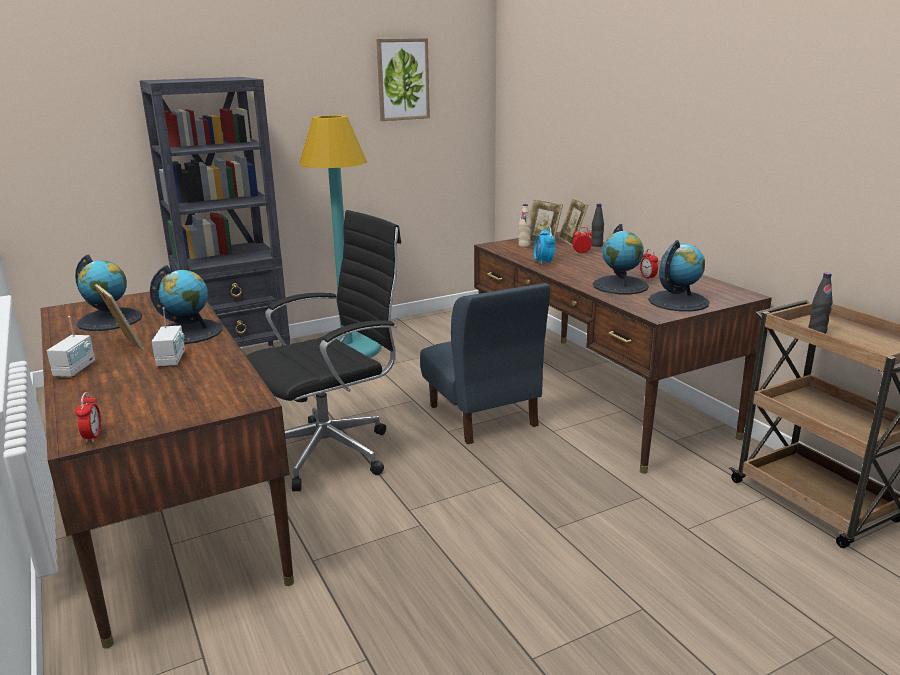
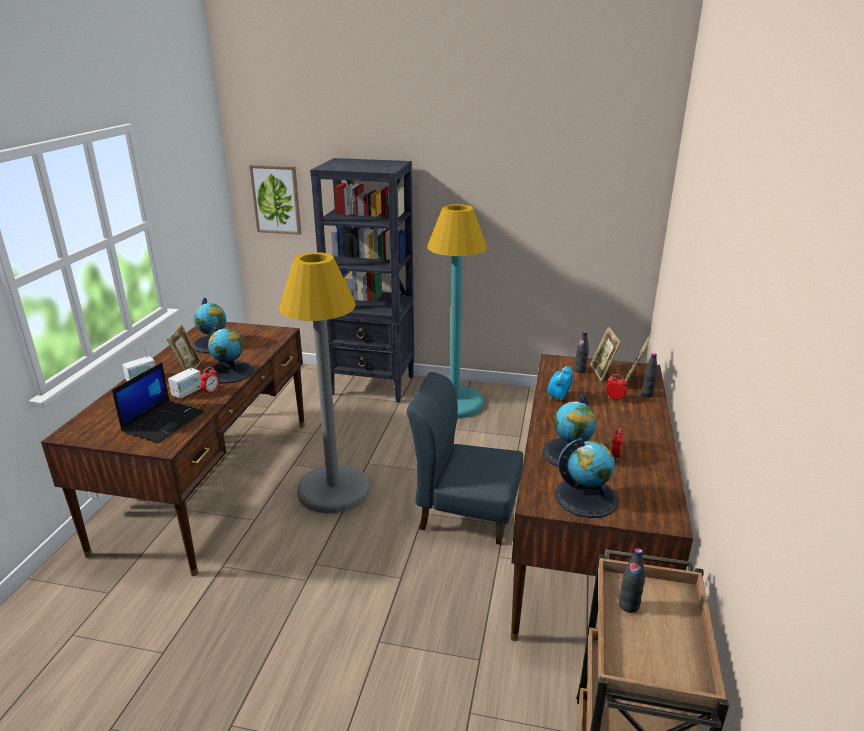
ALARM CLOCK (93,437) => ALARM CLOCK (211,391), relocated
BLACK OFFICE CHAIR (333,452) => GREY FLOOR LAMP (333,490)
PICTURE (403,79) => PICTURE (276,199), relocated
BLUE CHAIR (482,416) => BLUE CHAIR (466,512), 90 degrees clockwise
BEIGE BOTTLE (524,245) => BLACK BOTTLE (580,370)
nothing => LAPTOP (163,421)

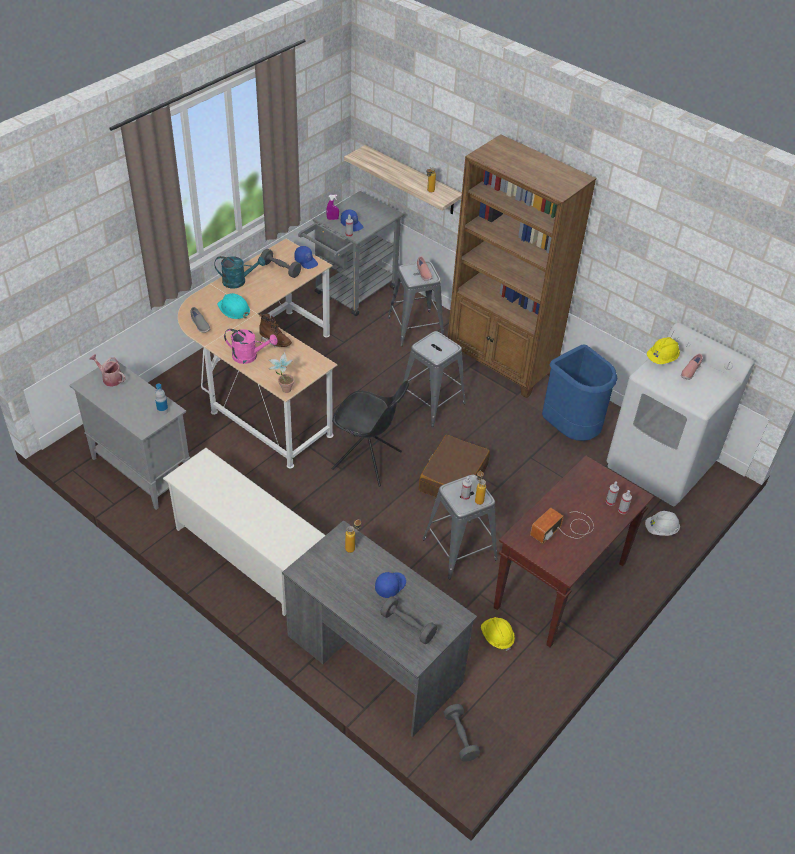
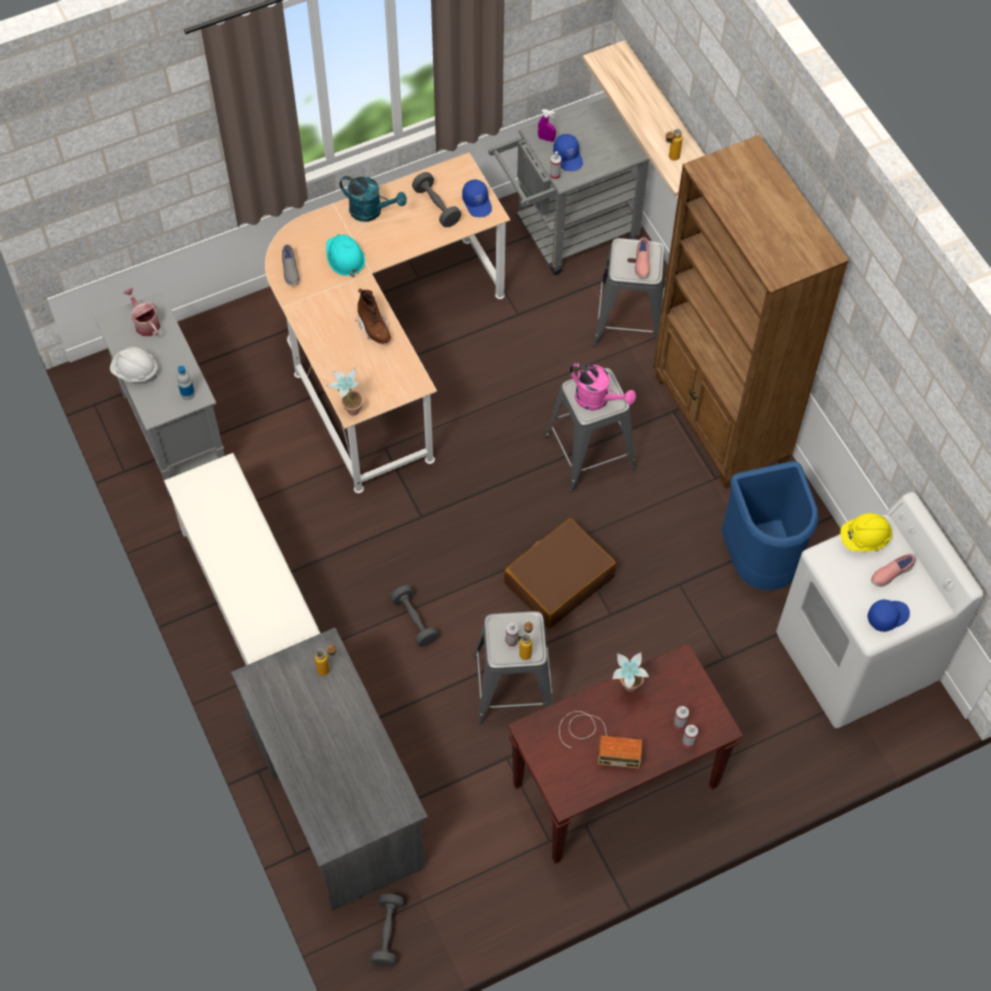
PINK WATERING CAN (249,356) => PINK WATERING CAN (597,400), relocated
BLACK CHAIR (368,461) => nothing
BLUE CAP (390,585) => BLUE CAP (887,616), relocated
GREY DUMBBELL (408,626) => GREY DUMBBELL (414,620), relocated
YELLOW HARD HAT (497,637) => nothing
RADIO (564,528) => RADIO (598,740), 150 degrees counterclockwise
WHITE HARD HAT (661,530) => WHITE HARD HAT (135,371), relocated
nothing => POTTED PLANT (626,689)

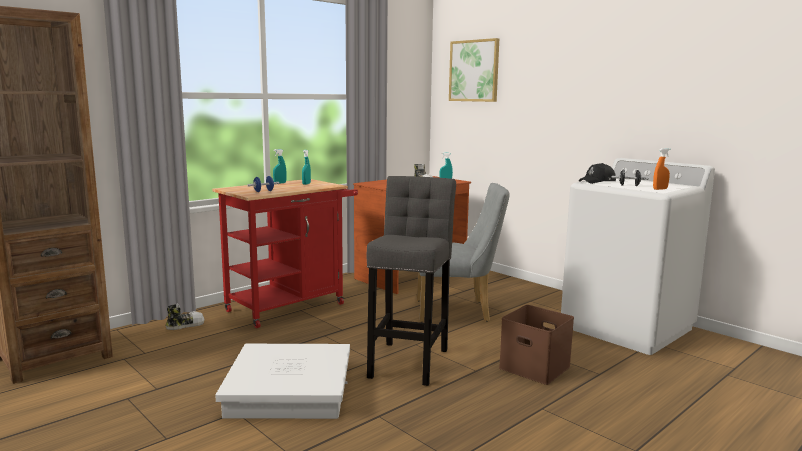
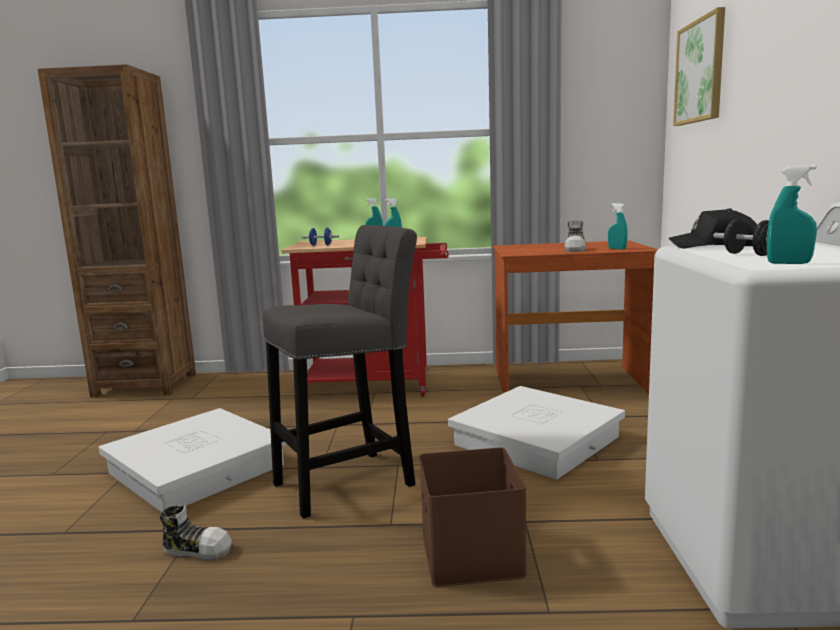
SHOE (185,325) => SHOE (197,549), relocated
GREY CHAIR (458,311) => WHITE STORAGE BOX (536,441)
ORANGE SPRAY BOTTLE (660,189) => TURQUOISE SPRAY BOTTLE (788,263)

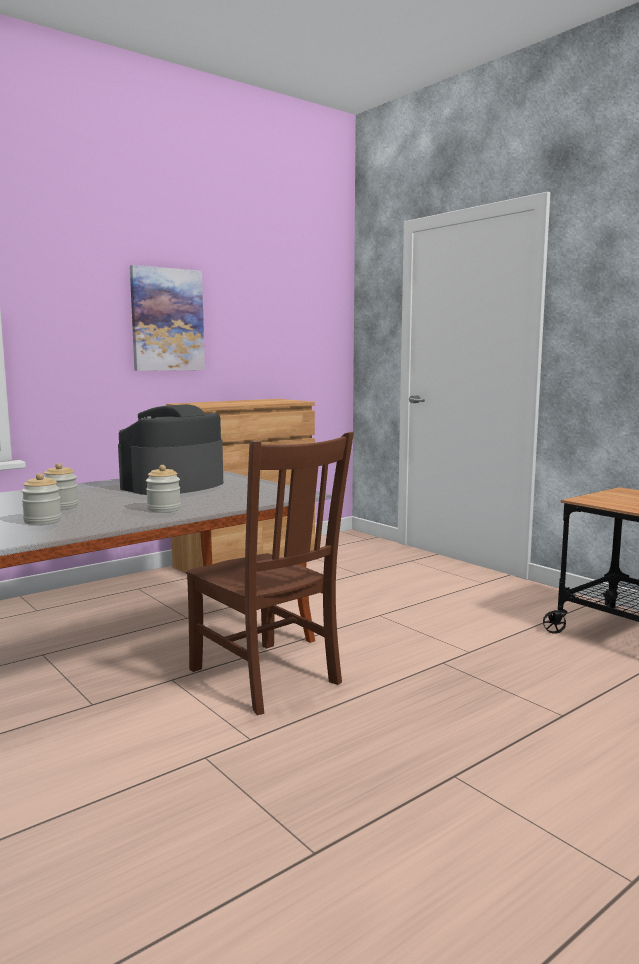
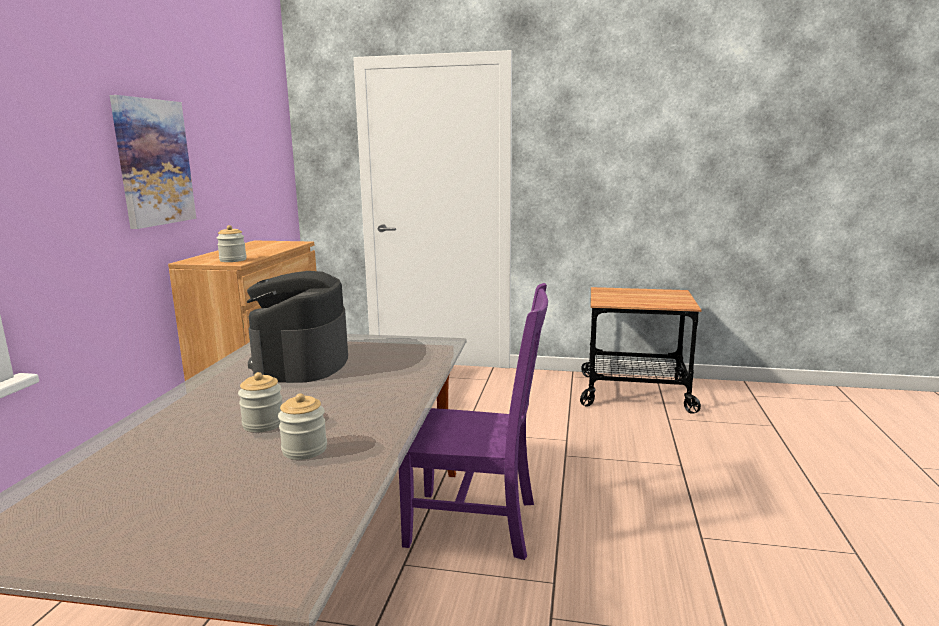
JAR (164,509) => JAR (233,260), relocated
BROWN CHAIR (267,678) => PURPLE CHAIR (476,524)

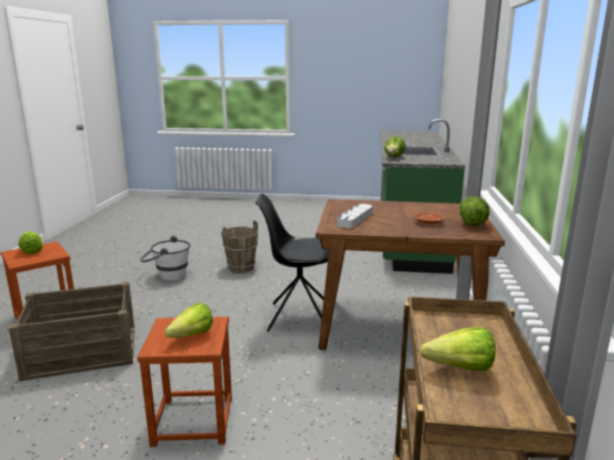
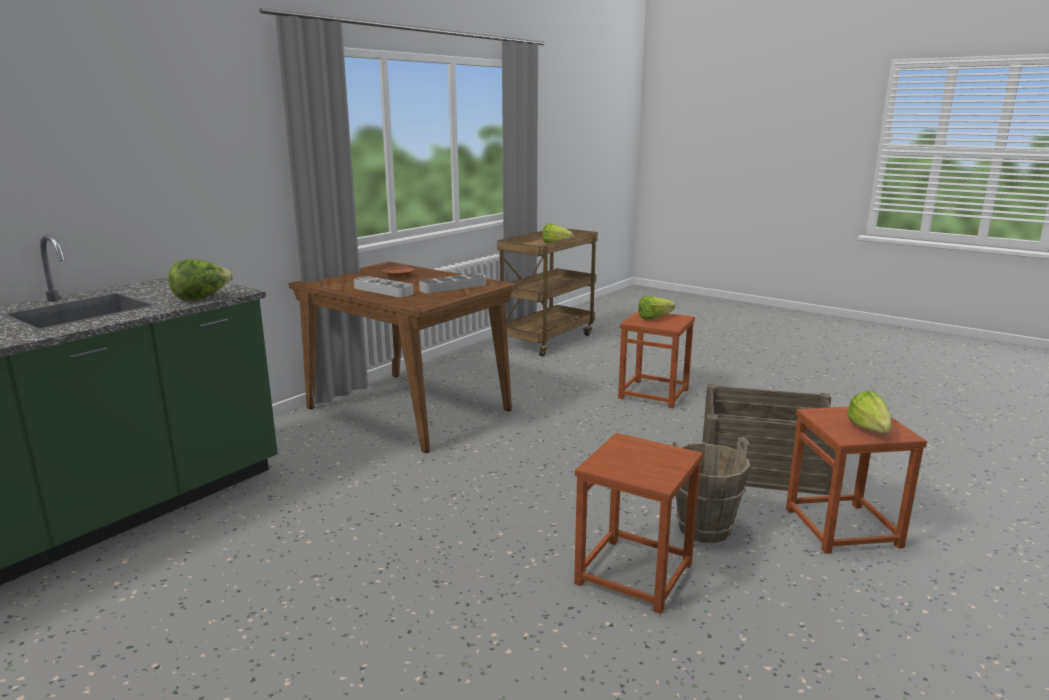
WHITE BUCKET (167,275) => BROWN STOOL (635,574)
BROWN BUCKET (241,268) => BROWN BUCKET (705,529), relocated
BLACK CHAIR (298,317) => nothing
LETTUCE (472,223) => nothing
nothing => GREY TRAY (383,291)

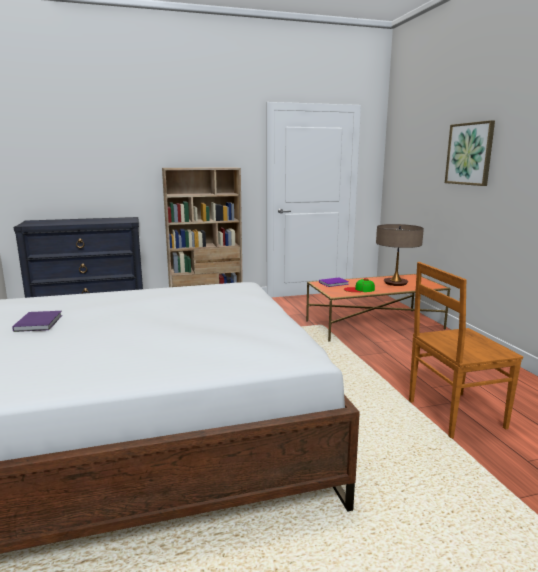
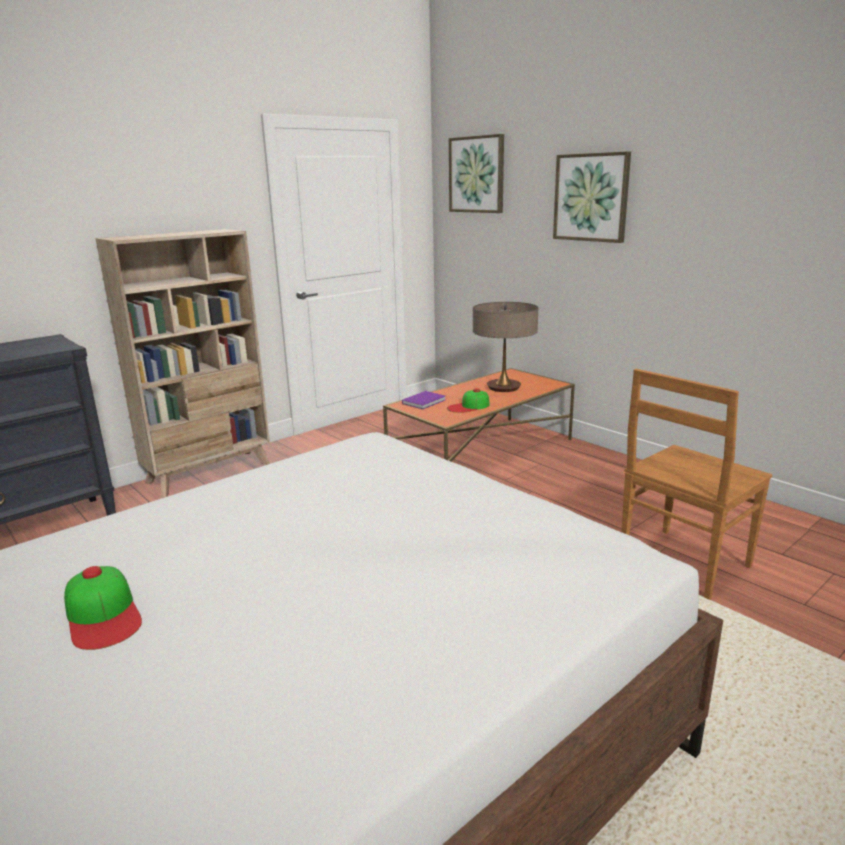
PURPLE BOOK (40,322) => CAP (103,615)
nothing => PICTURE (477,174)

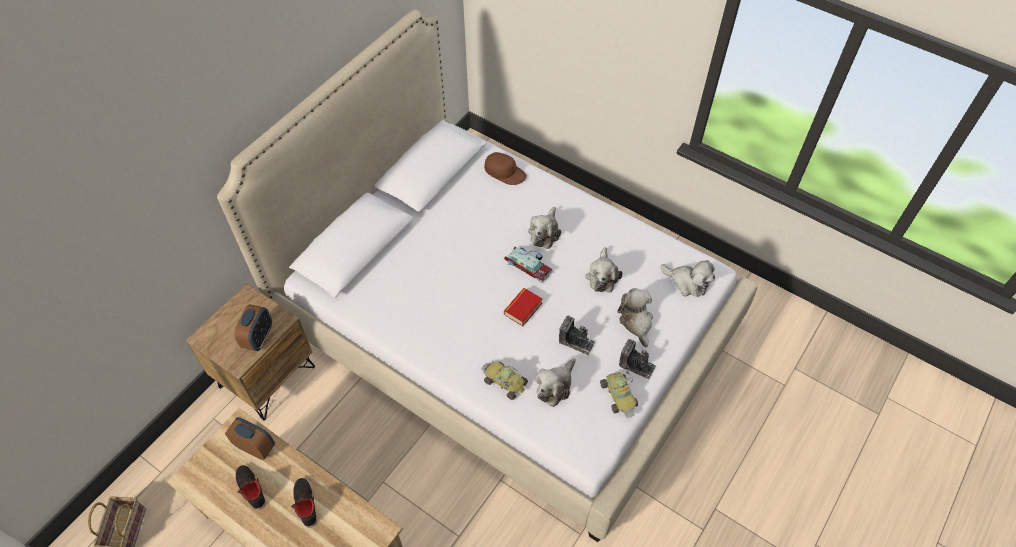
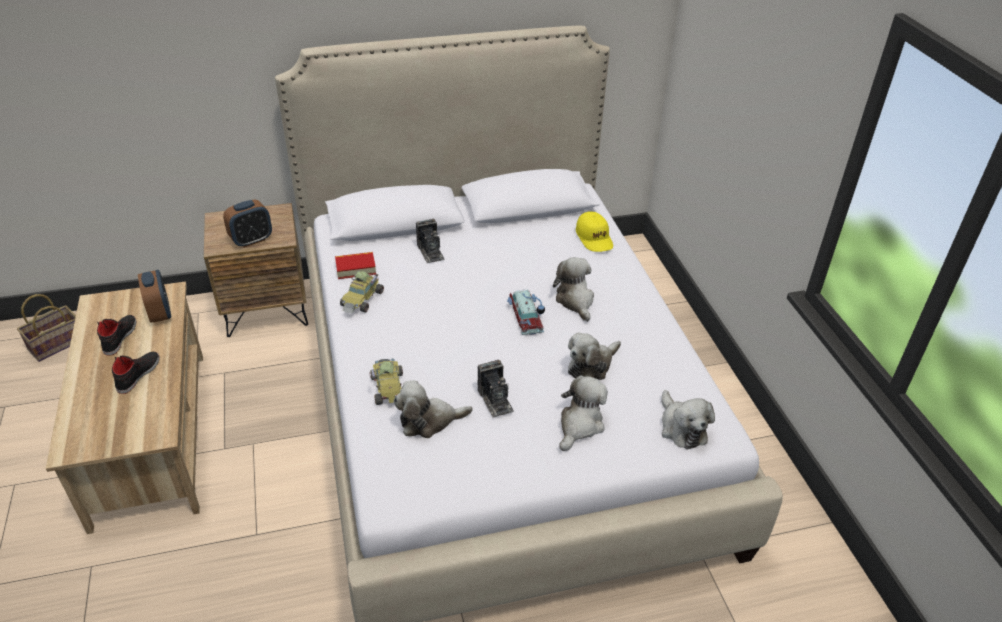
BROWN CAP (505,172) => YELLOW CAP (594,238)
BOOK (523,309) => BOOK (356,269), relocated
PLUSH TOY (544,233) => PLUSH TOY (575,301), 105 degrees clockwise
TOY CAR (619,396) => TOY CAR (362,300), relocated
PHOTO CAMERA (636,365) => PHOTO CAMERA (430,252), relocated

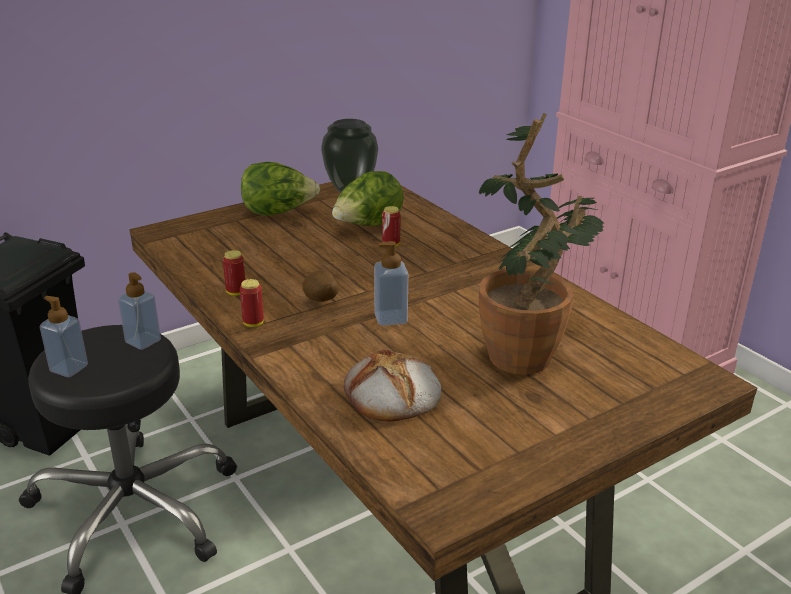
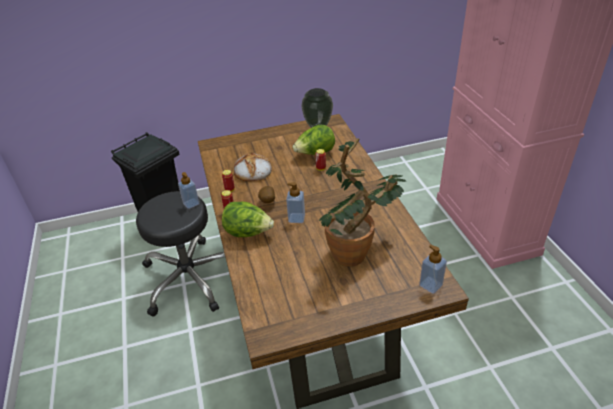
SOAP DISPENSER (69,368) => SOAP DISPENSER (430,285), relocated
LETTUCE (278,212) => LETTUCE (248,233), relocated
BREAD (391,394) => BREAD (252,171), relocated

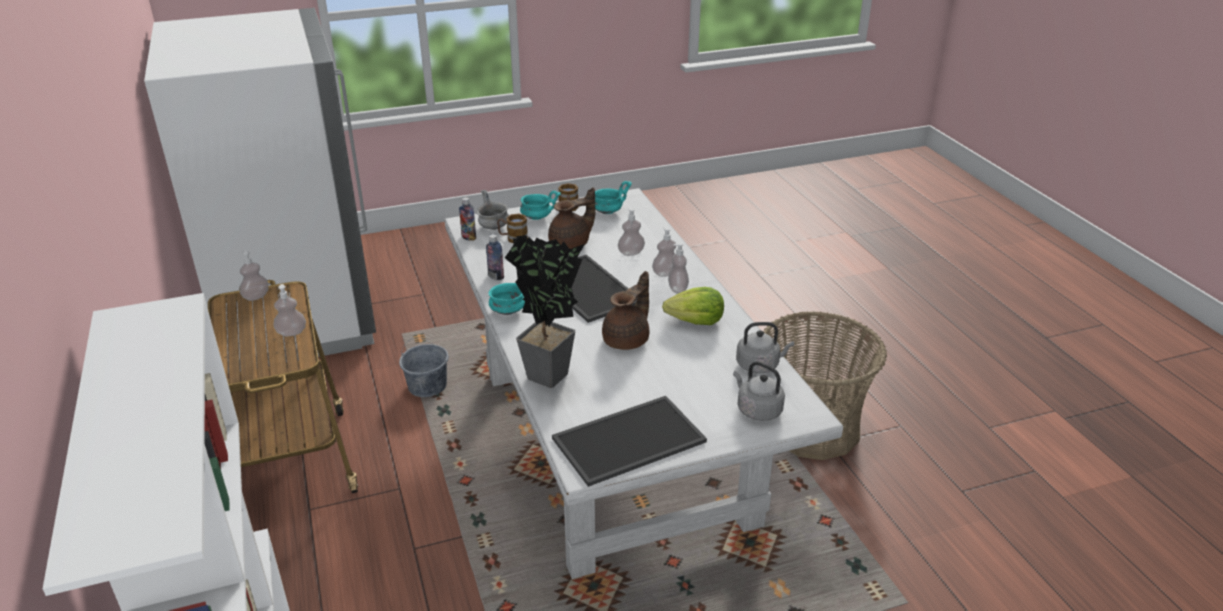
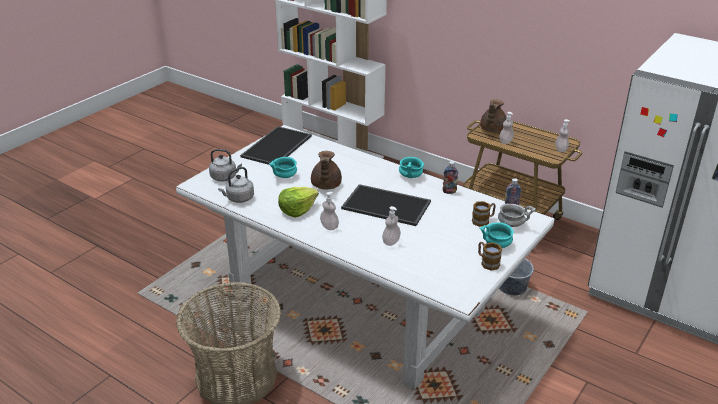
POTTED PLANT (550,379) => nothing
BROWN TEAPOT (571,244) => BROWN TEAPOT (492,129), relocated
TURQUOISE BOWL (608,211) => TURQUOISE BOWL (284,176), relocated
SOAP DISPENSER (665,273) => nothing

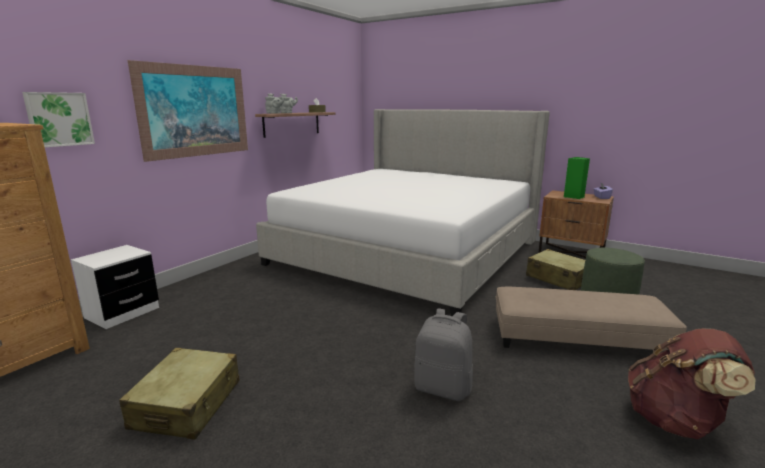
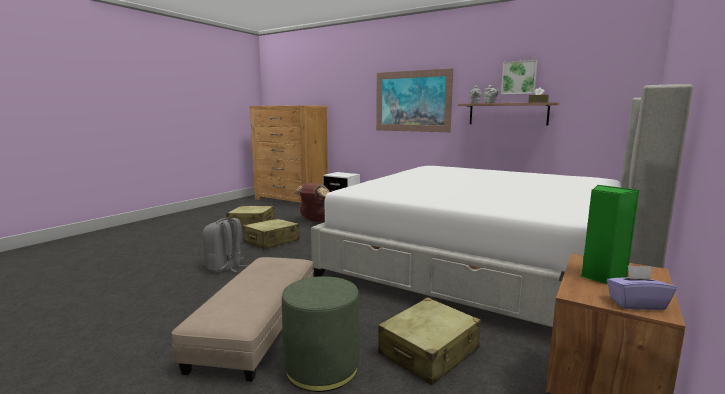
PICTURE (59,119) => PICTURE (519,77), relocated
BROWN BACKPACK (676,421) => BROWN BACKPACK (317,221), relocated
nothing => BEIGE SUITCASE (271,241)

